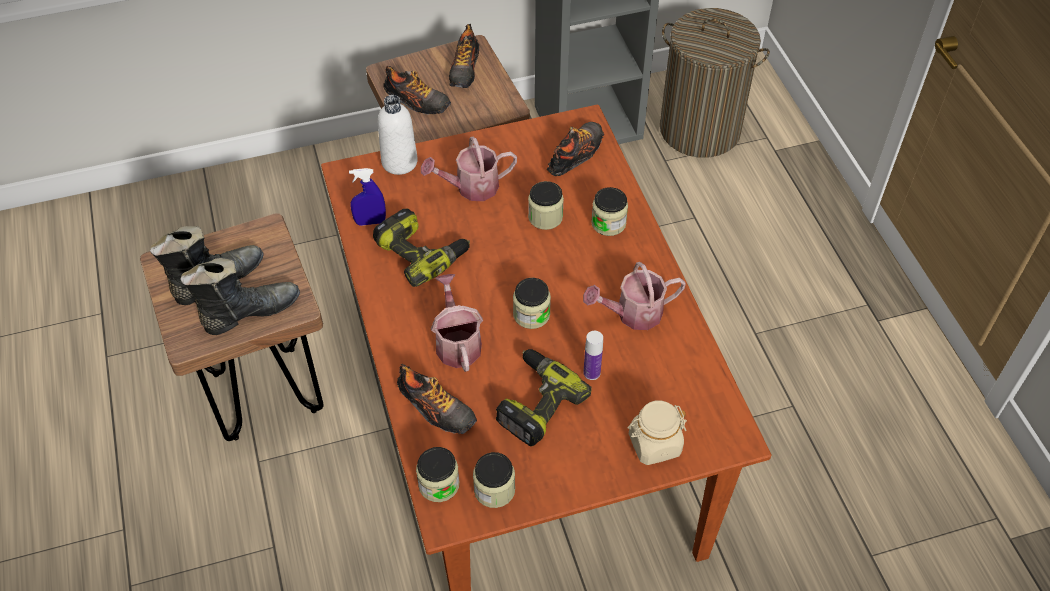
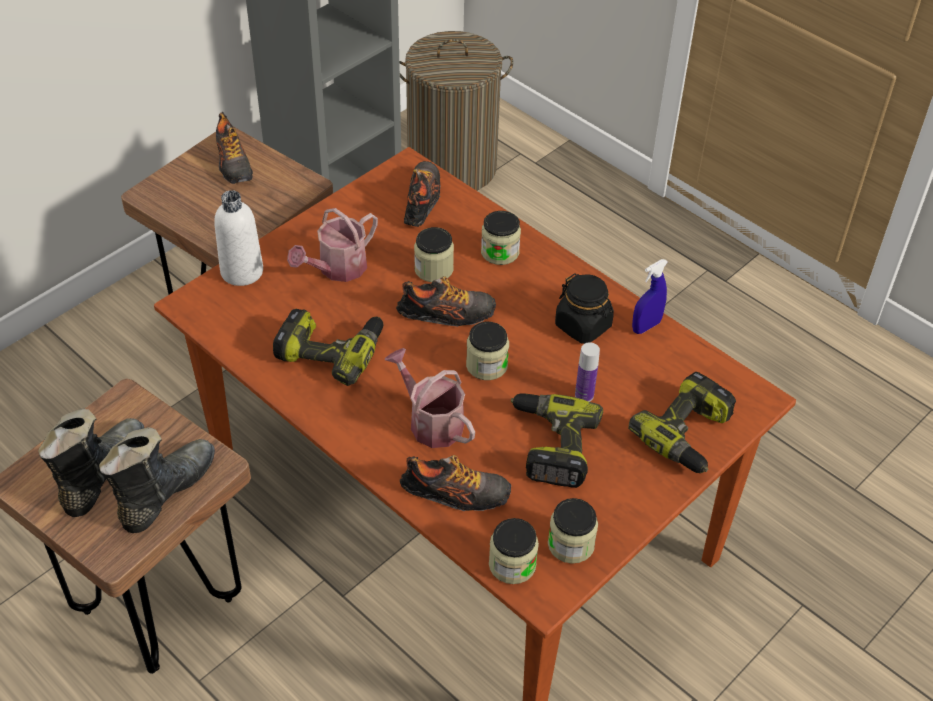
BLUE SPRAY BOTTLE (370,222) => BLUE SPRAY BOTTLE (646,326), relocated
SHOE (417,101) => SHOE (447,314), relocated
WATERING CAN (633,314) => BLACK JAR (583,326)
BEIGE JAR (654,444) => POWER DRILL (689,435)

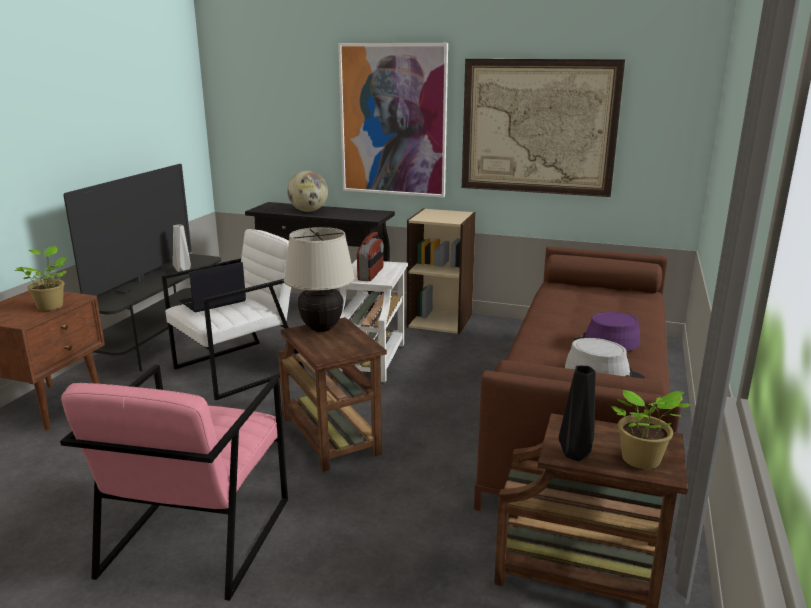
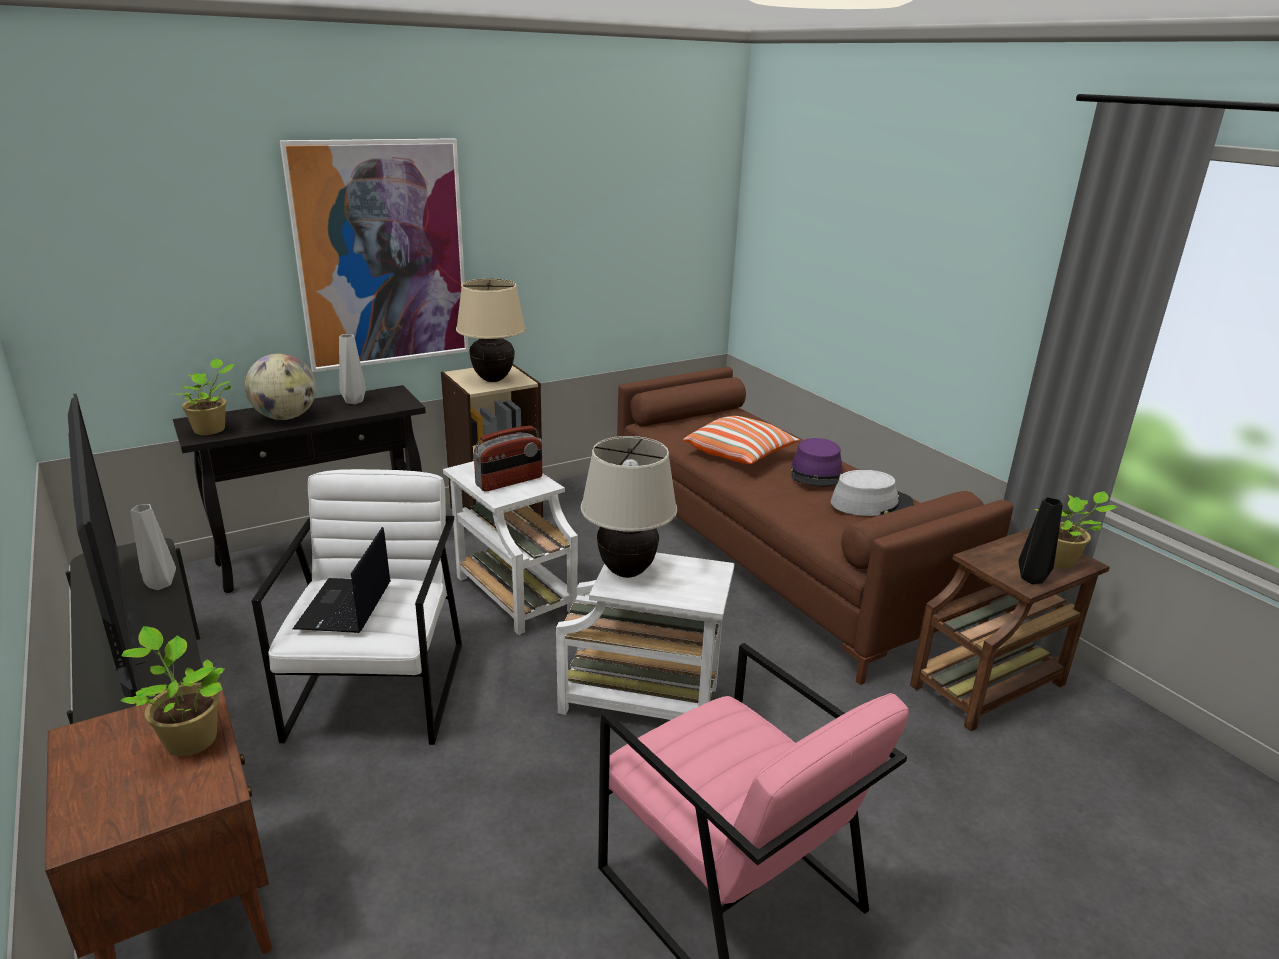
BROWN SIDE TABLE (331,438) => WHITE SIDE TABLE (644,701)
RADIO (371,274) => RADIO (509,482), 90 degrees clockwise
PICTURE (538,127) => nothing
nothing => POTTED PLANT (212,429)
nothing => GREY VASE (355,402)
nothing => BEIGE TABLE LAMP (492,379)
nothing => PILLOW (740,454)

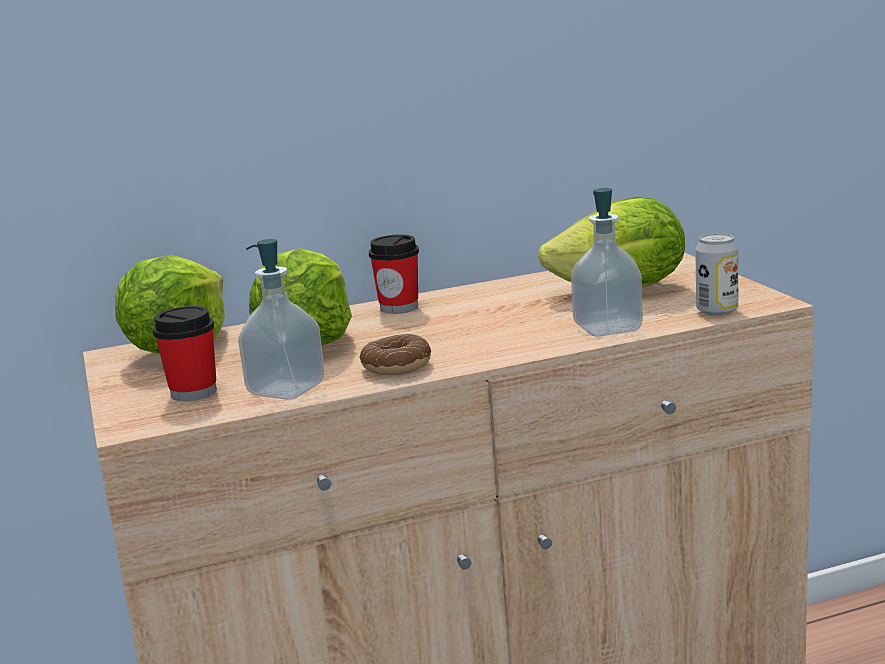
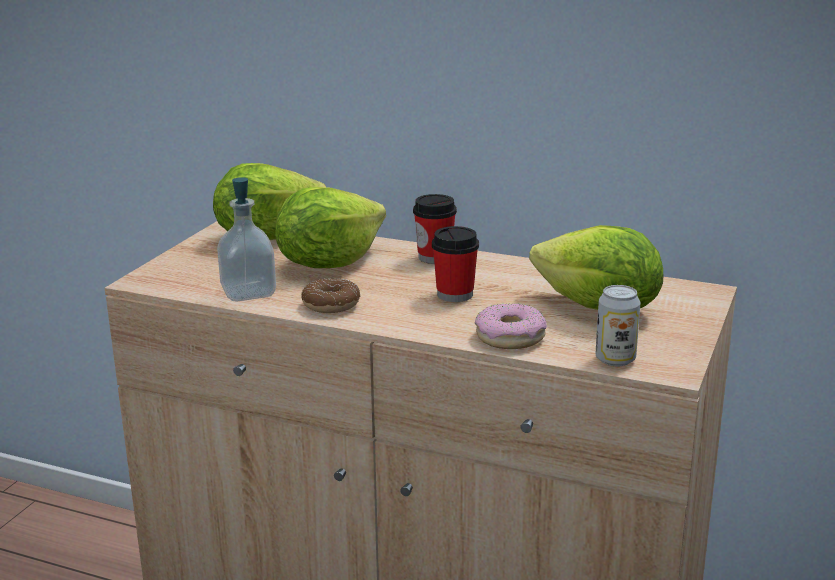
CUP (194,392) => CUP (455,294), relocated
SOAP DISPENSER (607,328) => DONUT (510,337)

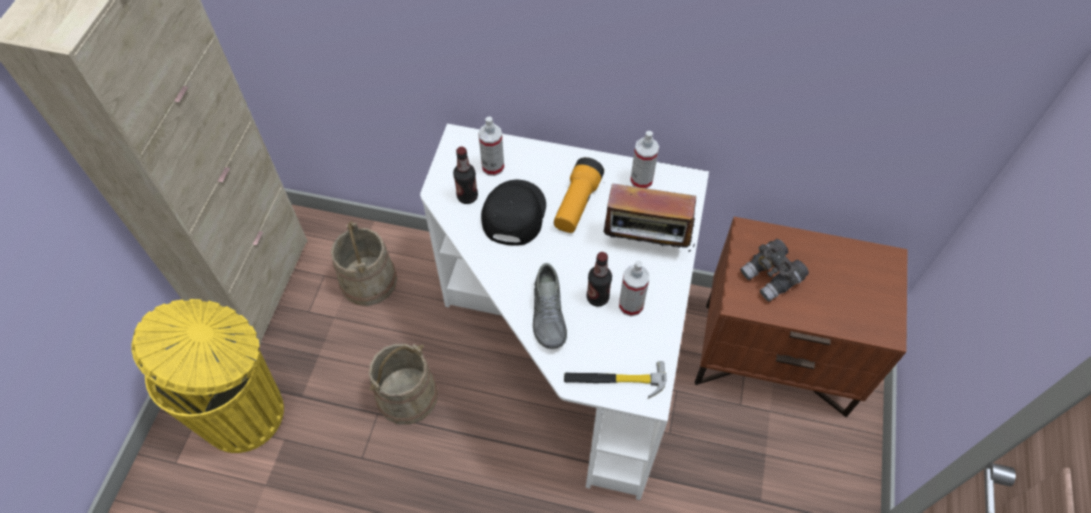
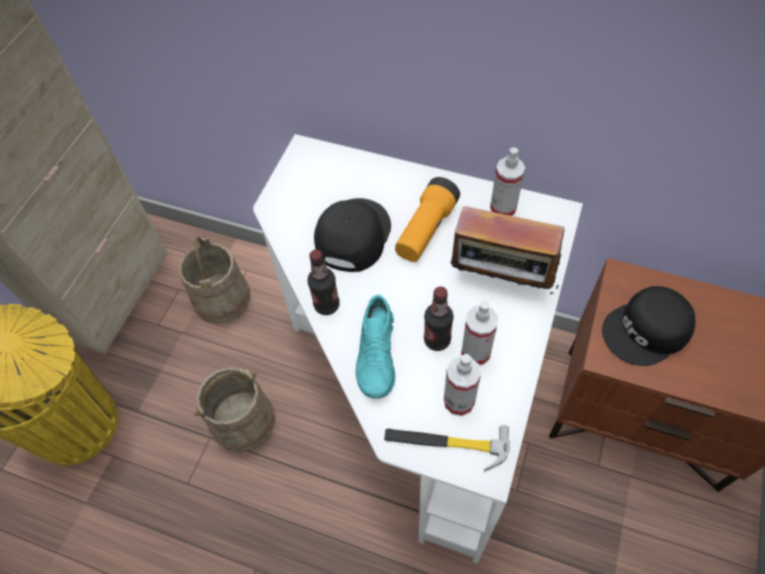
BOTTLE (467,196) => BOTTLE (326,305), relocated
SPRAY BOTTLE (493,167) => SPRAY BOTTLE (459,401), relocated
GREY SHOE (549,314) => TURQUOISE SHOE (377,355)
GREY BINOCULARS (771,277) => BLACK CAP (647,331)

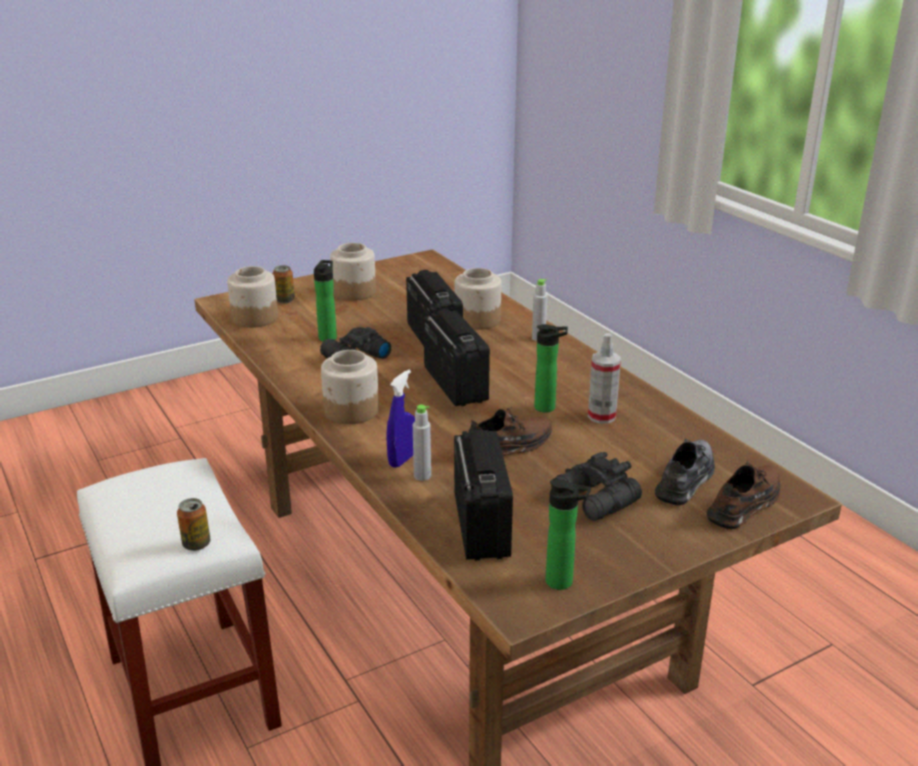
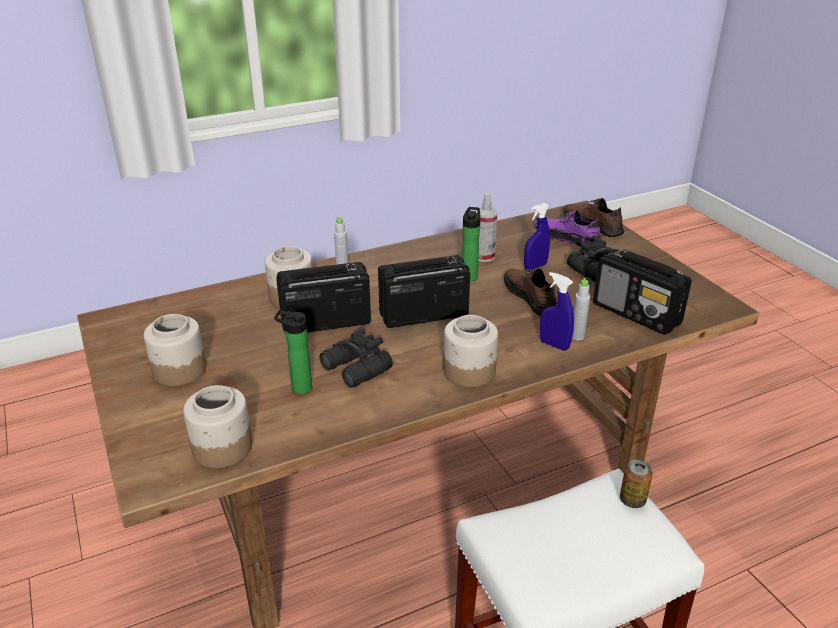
CAN (284,300) => nothing
RADIO (481,524) => RADIO (637,314), 135 degrees counterclockwise
BOTTLE (563,582) => nothing
GREY SHOE (686,479) => PURPLE SHOE (567,238)
nothing => BLUE SPRAY BOTTLE (535,267)

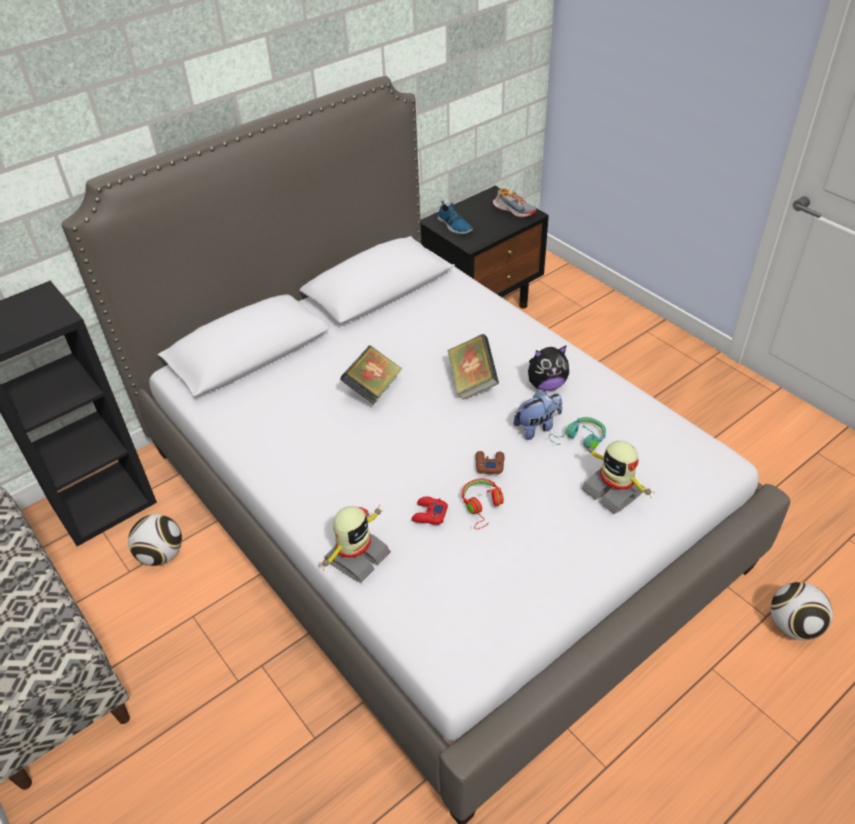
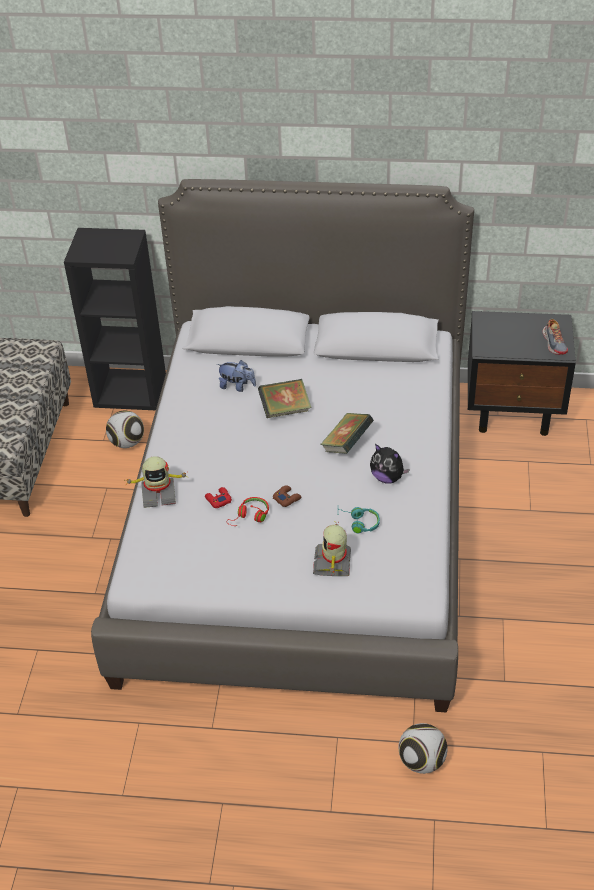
SHOE (454,226) => nothing
PLUSH TOY (537,427) => PLUSH TOY (237,386), relocated

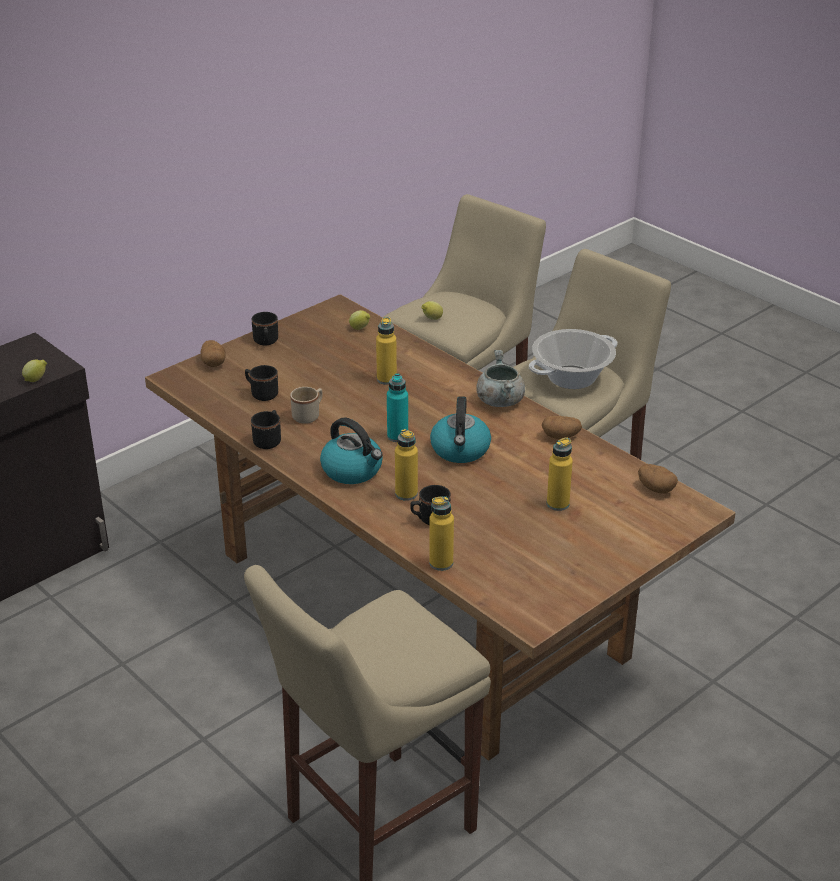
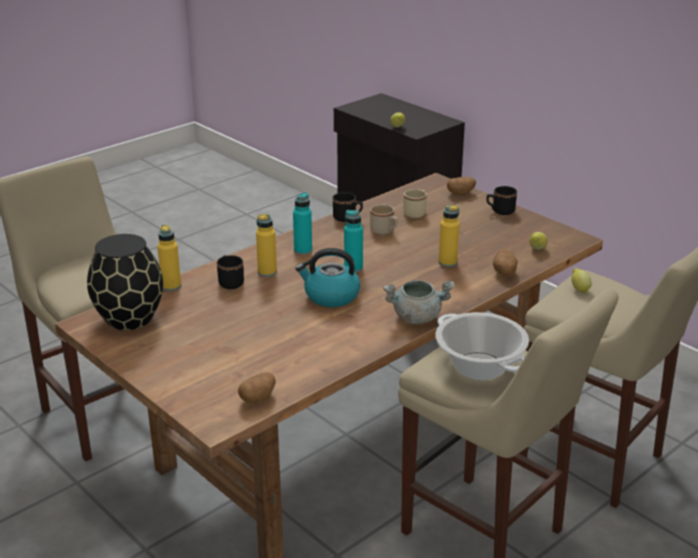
BLACK MUG (261,393) => BEIGE MUG (416,213)
KETTLE (353,470) => TURQUOISE BOTTLE (303,250)
POTATO (561,437) => POTATO (504,273), relocated
YELLOW BOTTLE (558,504) => nothing
nothing => BLACK VASE (128,319)

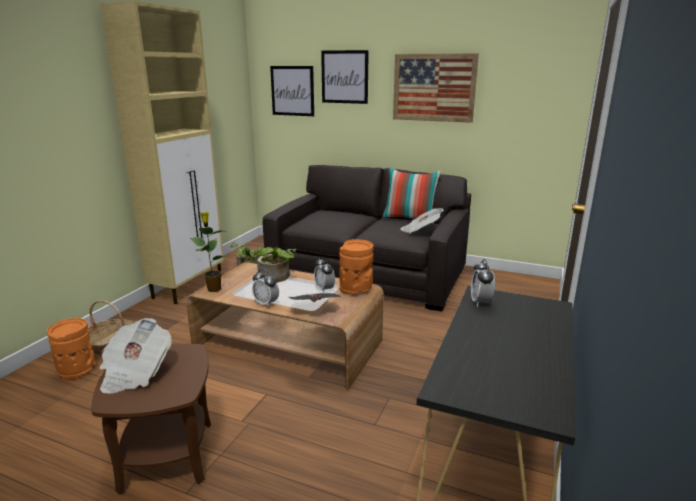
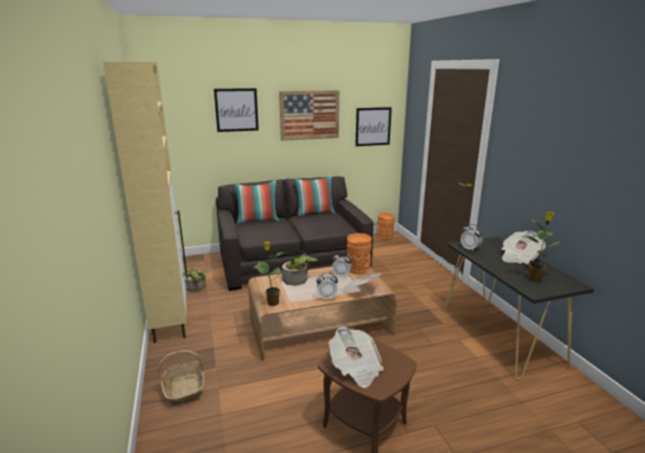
ORANGE VASE (77,369) => ORANGE VASE (385,237), relocated
PICTURE (292,91) => PICTURE (373,126), relocated
NEWSPAPER (420,231) => NEWSPAPER (519,257), relocated
nothing => PILLOW (257,221)
nothing => POTTED PLANT (534,279)

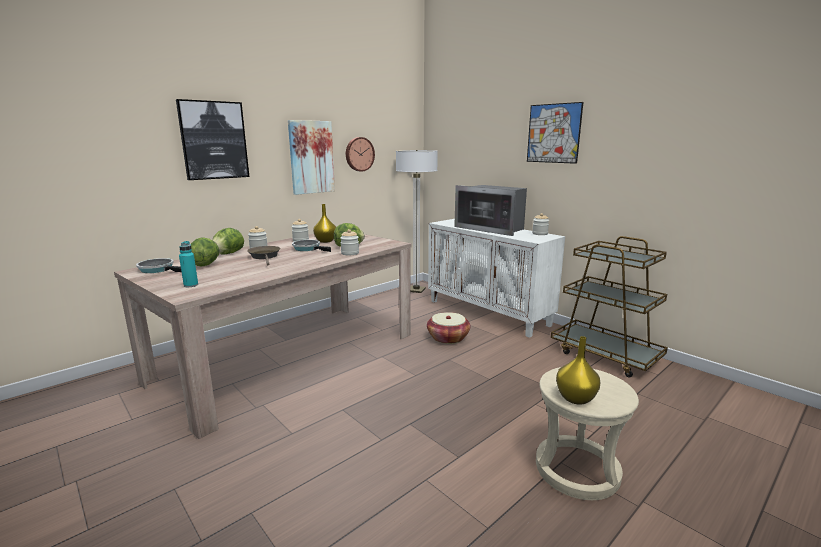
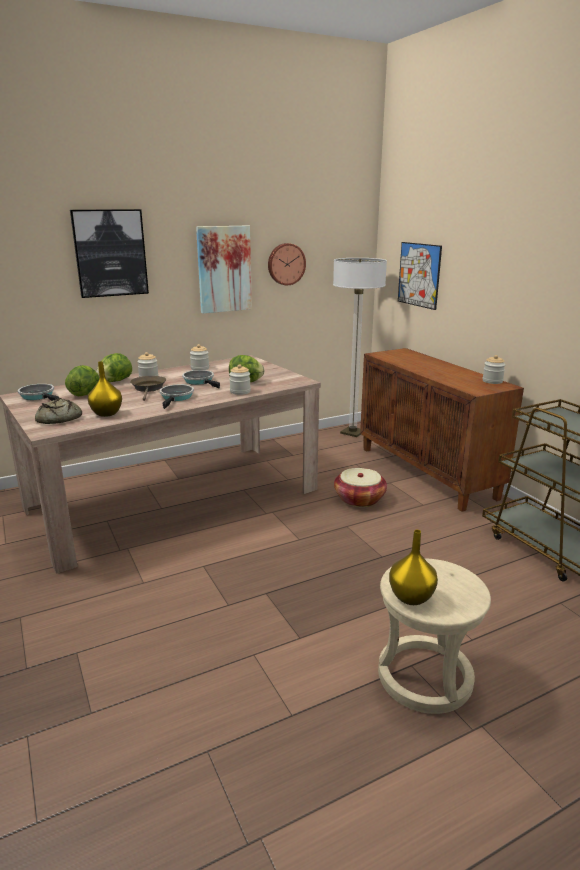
TURQUOISE BOTTLE (191,285) => BREAD (58,419)
YELLOW VASE (326,241) => YELLOW VASE (107,414), relocated
WHITE CABINET (488,313) => BROWN CABINET (427,472)
MICROWAVE (491,228) => nothing
PICTURE (553,133) => PICTURE (419,275), relocated
nothing => FRYING PAN (176,398)

